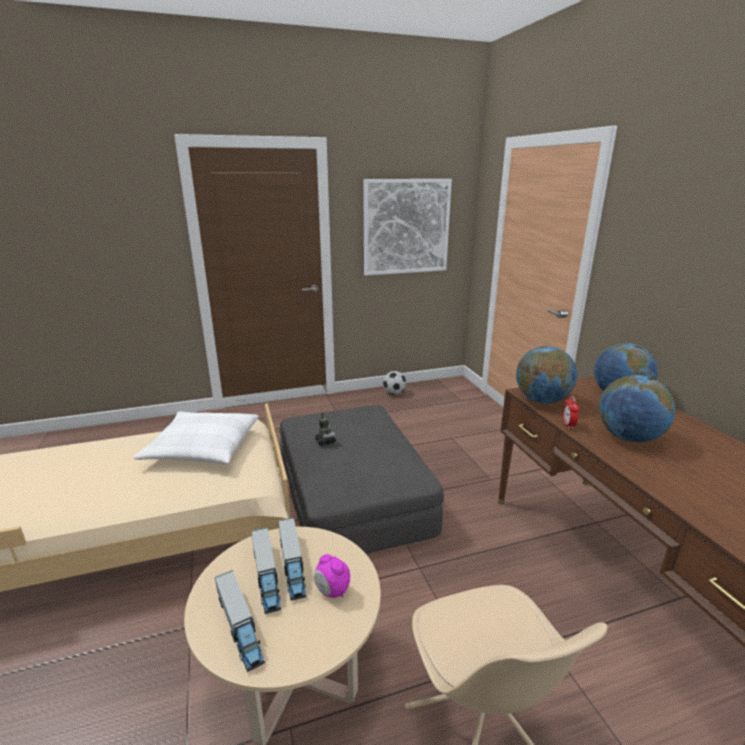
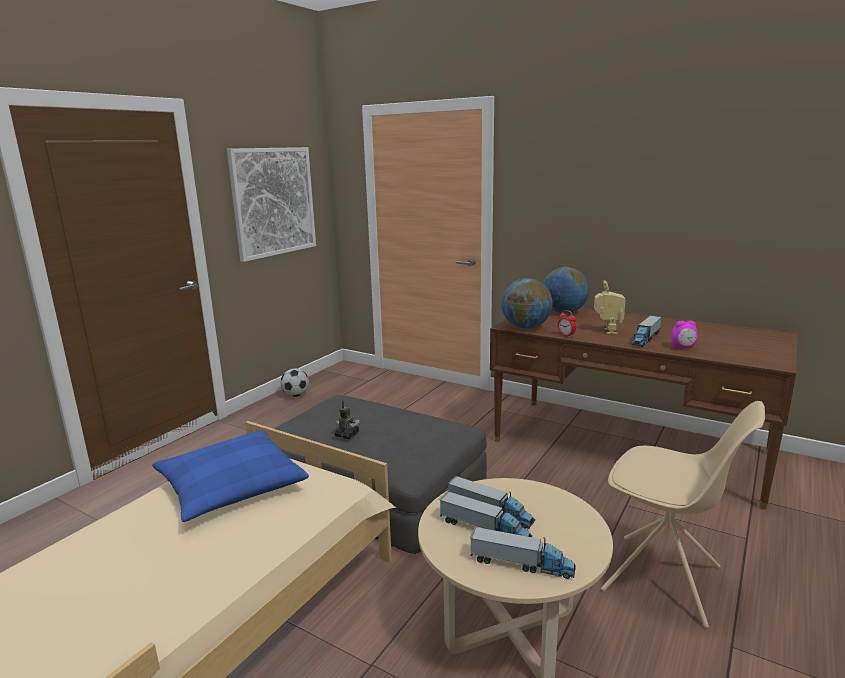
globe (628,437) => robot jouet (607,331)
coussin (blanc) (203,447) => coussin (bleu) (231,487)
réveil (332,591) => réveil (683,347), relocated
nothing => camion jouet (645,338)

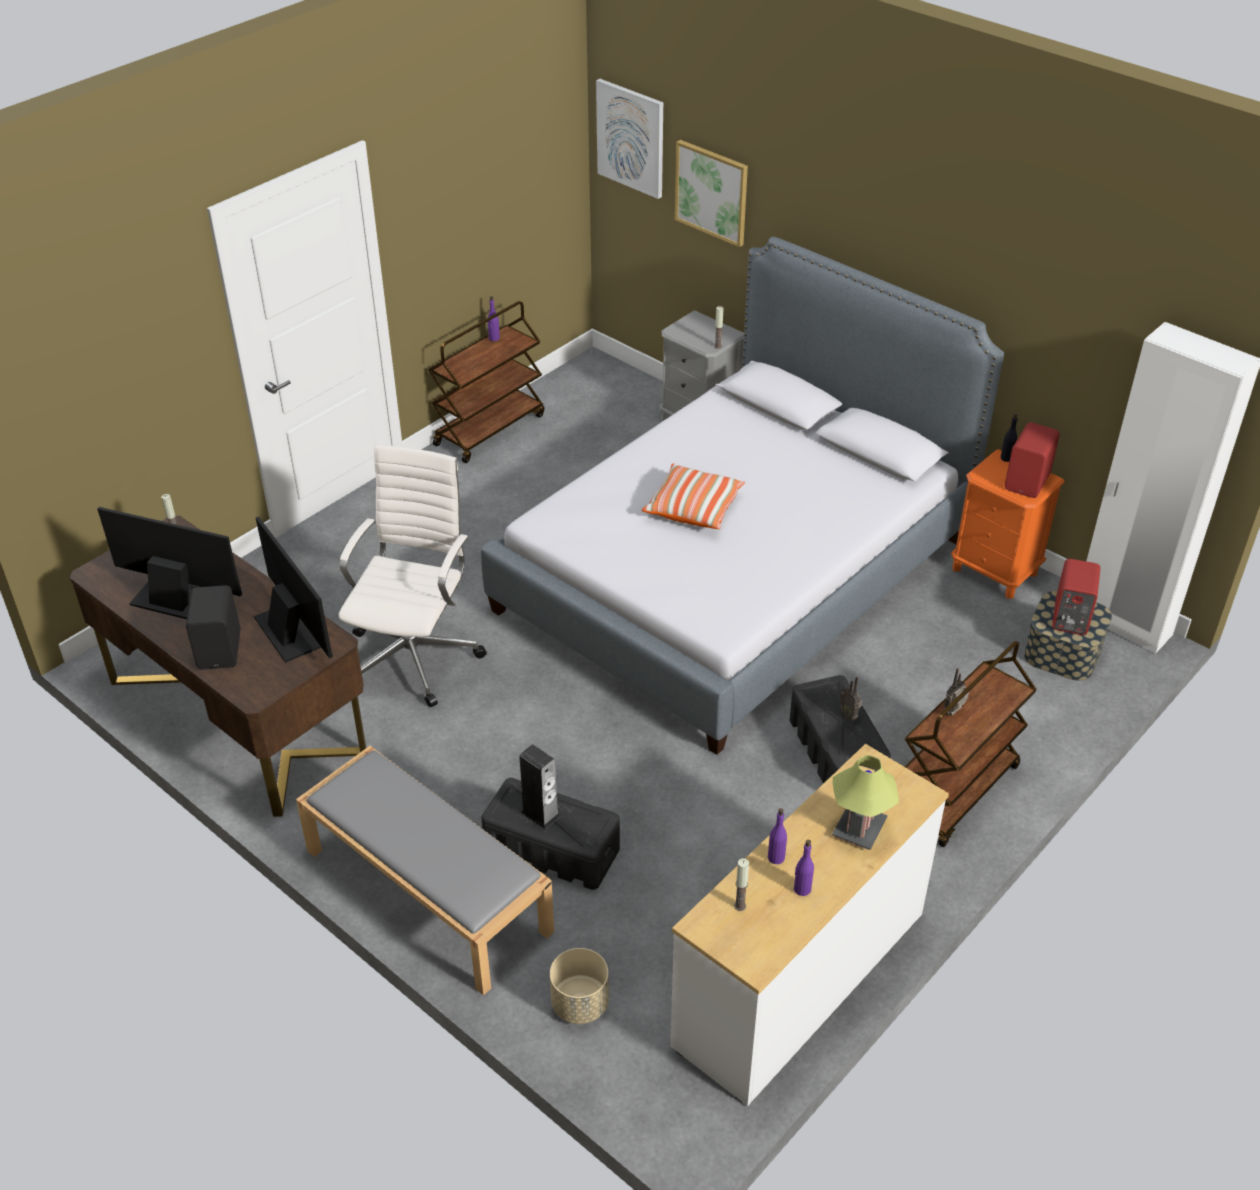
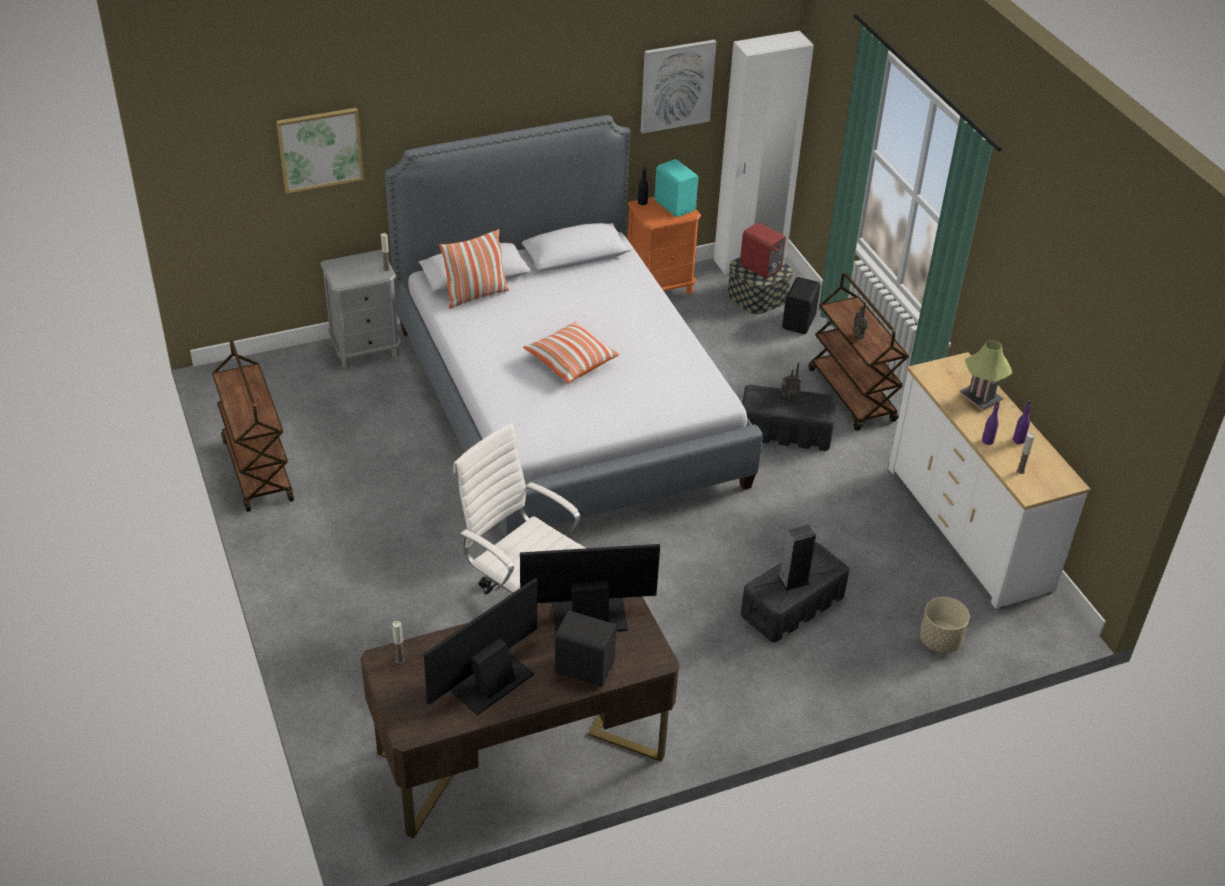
tableau (631,138) => tableau (676,85), relocated
bouteille (violet) (494,338) => nothing
enceinte (rouge) (1028,482) => enceinte (turquoise) (675,205)
banc (gris) (426,890) => nothing
nothing => coussin (476,295)
nothing => enceinte (noir) (800,322)

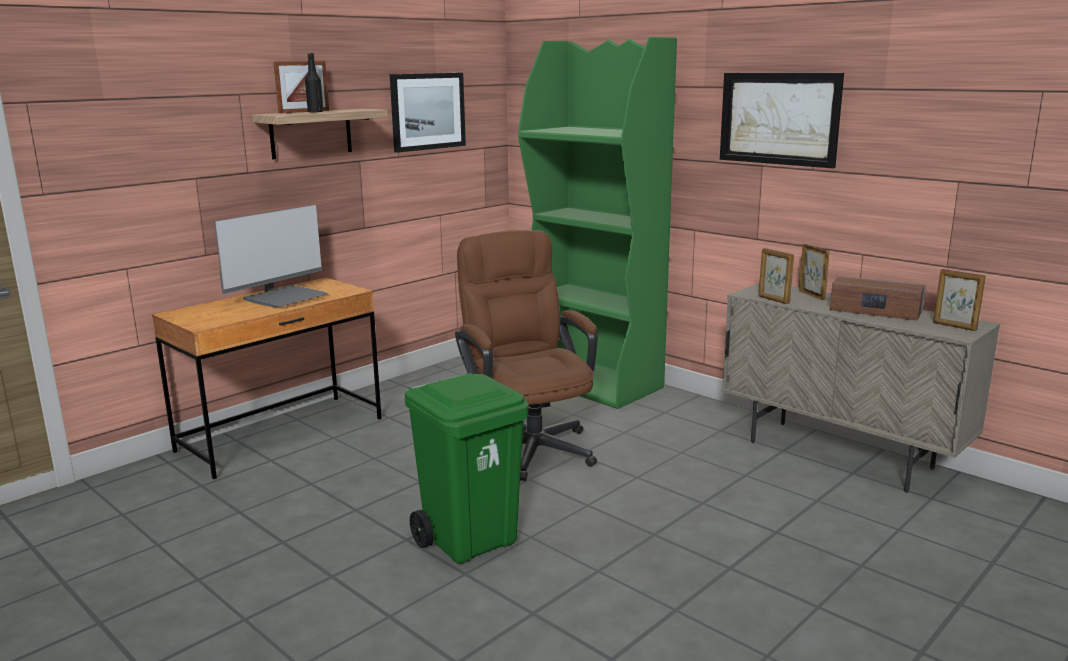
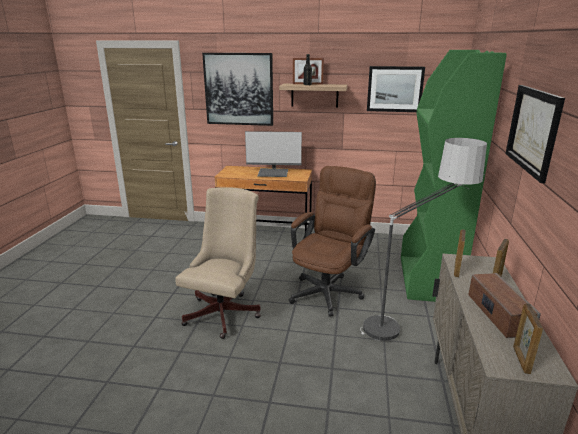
poubelle (vert) (471,540) => chaise de bureau (beige) (225,311)
nothing => tableau (239,89)
nothing => lampadaire (408,326)

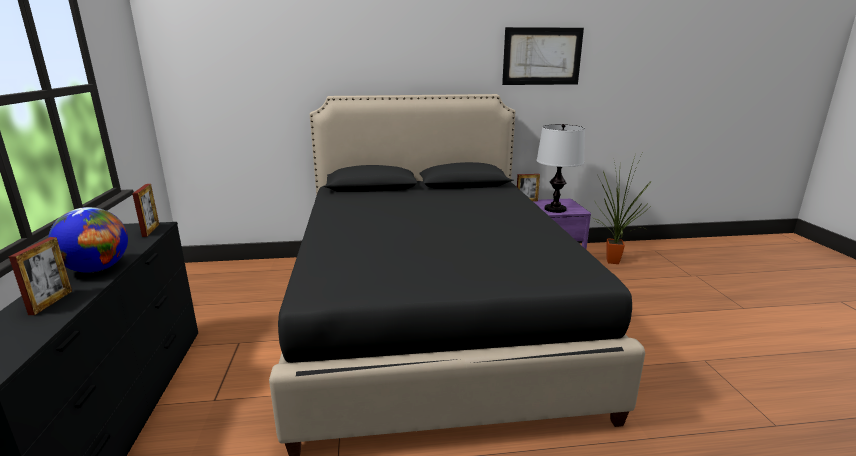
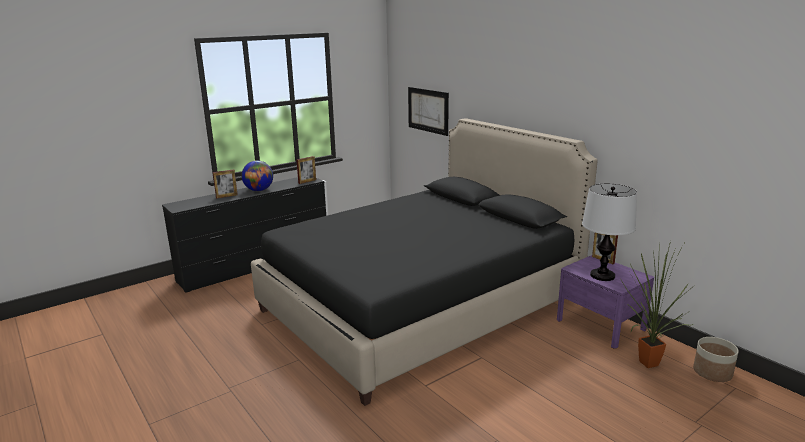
tableau (542,56) => tableau (428,110), relocated
nothing => cache-pot (712,372)

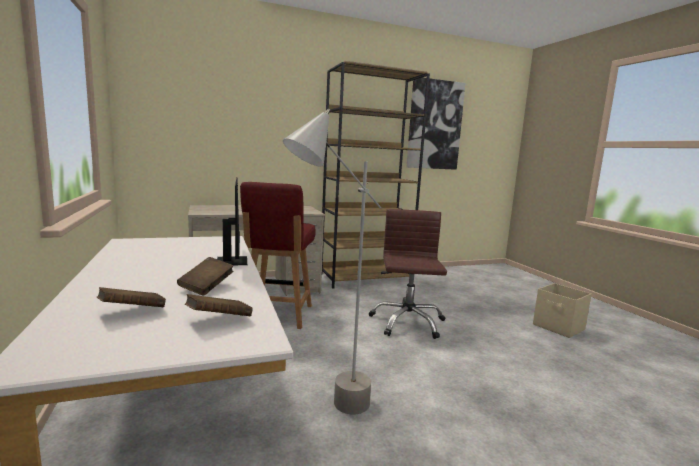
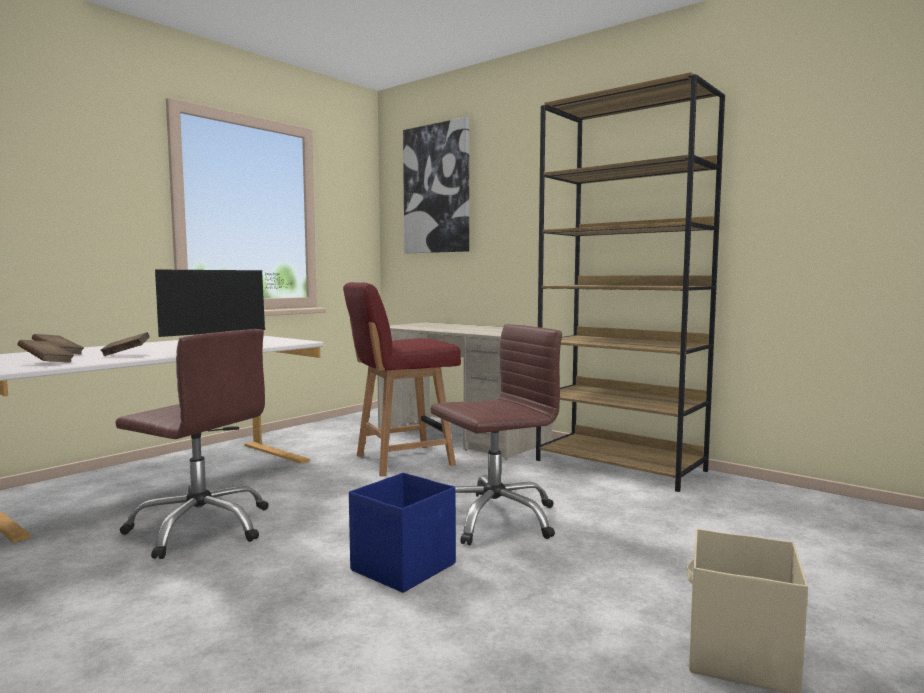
tableau (434,125) => tableau (437,189), relocated
lampadaire (gris) (327,414) => chaise de bureau (marron) (201,527)
nothing => boîte de rangement (bleu) (405,567)

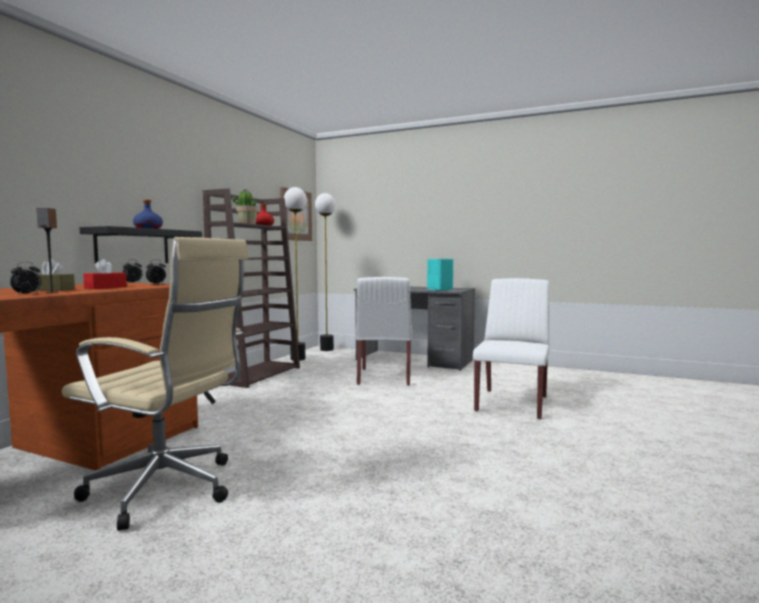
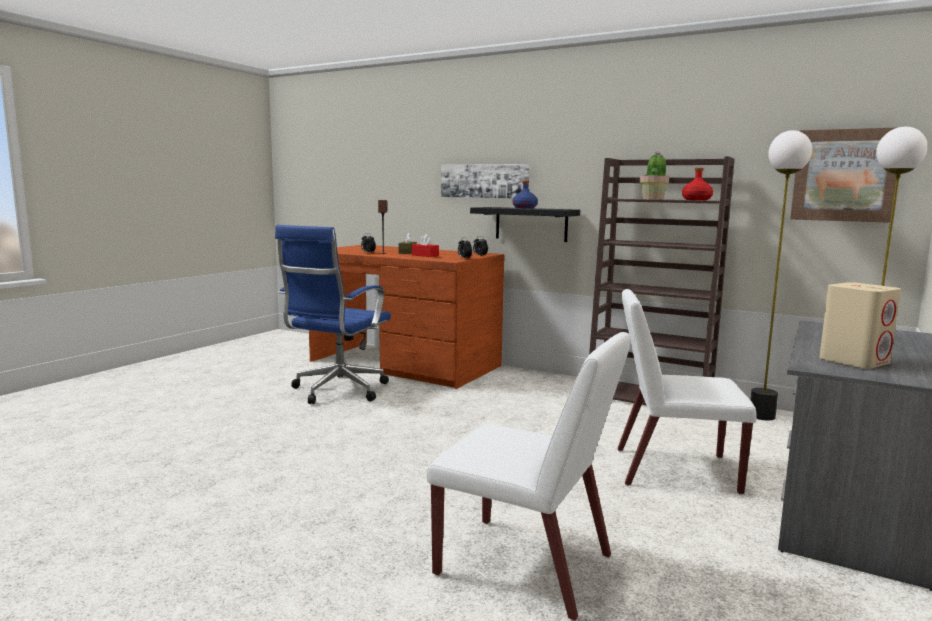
chaise de bureau (beige) (168,491) => chaise de bureau (bleu) (337,391)
enceinte (turquoise) (439,289) => enceinte (beige) (854,361)
nothing => tableau (485,181)

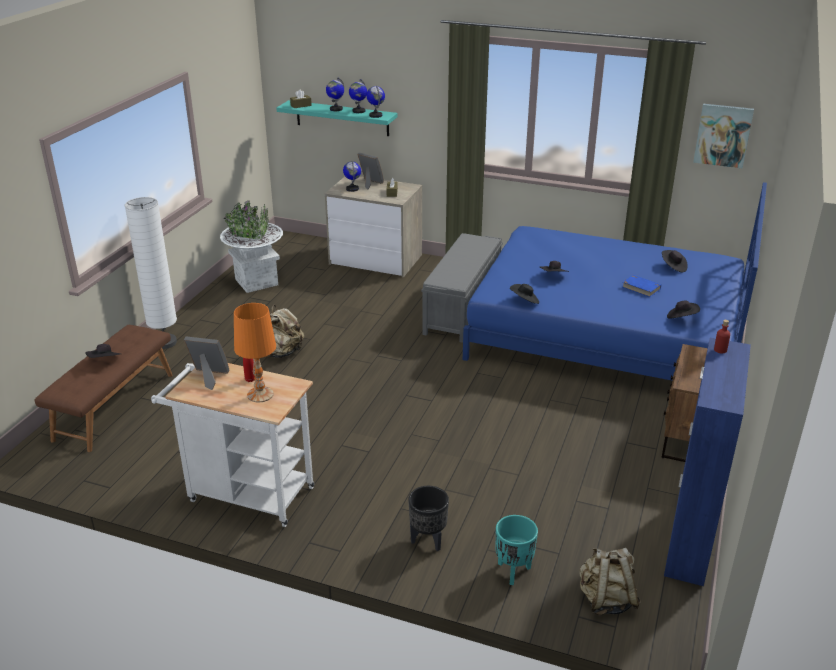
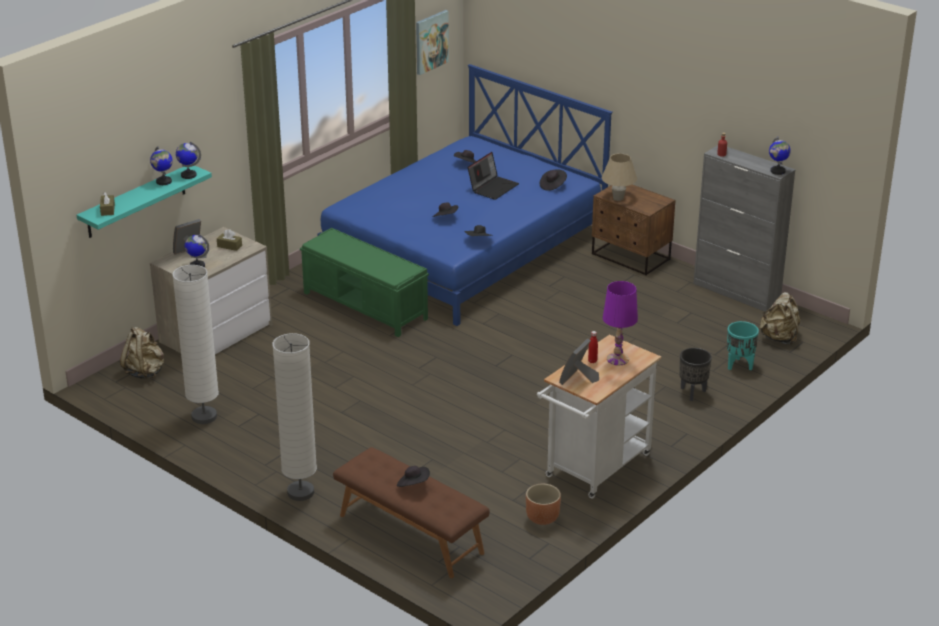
globe (336,109) => globe (777,171), relocated
cache-pot (blanc) (256,282) => lampadaire (blanc) (204,417)
banc (gris) (462,309) => banc (vert) (366,306)
livre (bleu) (641,288) => ordinateur portable (493,187)
lampe de table (orange) (260,394) => lampe de table (violet) (617,359)
sac à dos (beige) (282,353) => sac à dos (beige) (145,372), relocated
meuble de rangement (bleu) (689,540) => meuble de rangement (gris) (737,292)
nothing => lampe de table (beige) (618,198)
nothing => cache-pot (marron) (542,518)

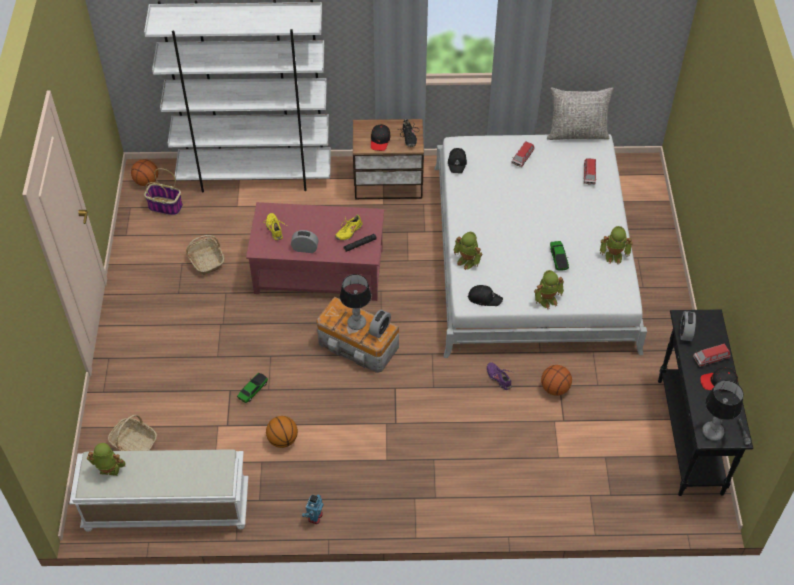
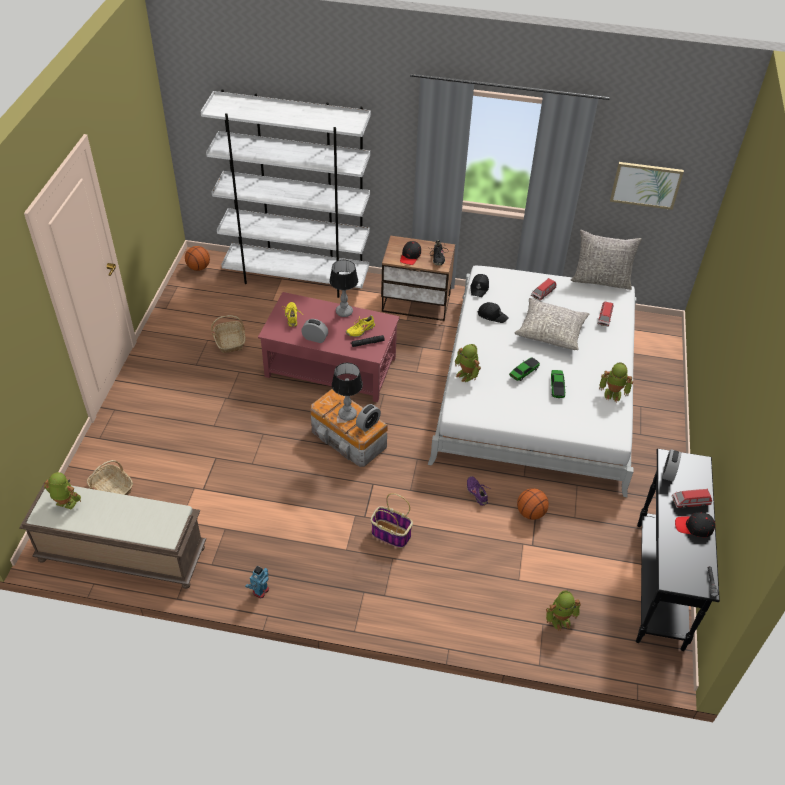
panier (164,206) => panier (390,534), relocated
robot jouet (547,299) => robot jouet (560,619), relocated
casquette (noir) (484,298) => casquette (noir) (492,315), relocated
petite voiture (253,390) => petite voiture (523,372), relocated
lampe de table (713,432) => lampe de table (344,312), relocated
ballon de basket (282,440) => nothing
banc (blanc) (166,508) => banc (marron) (121,555)
nothing => tableau (646,185)
nothing => coussin (gris) (551,331)

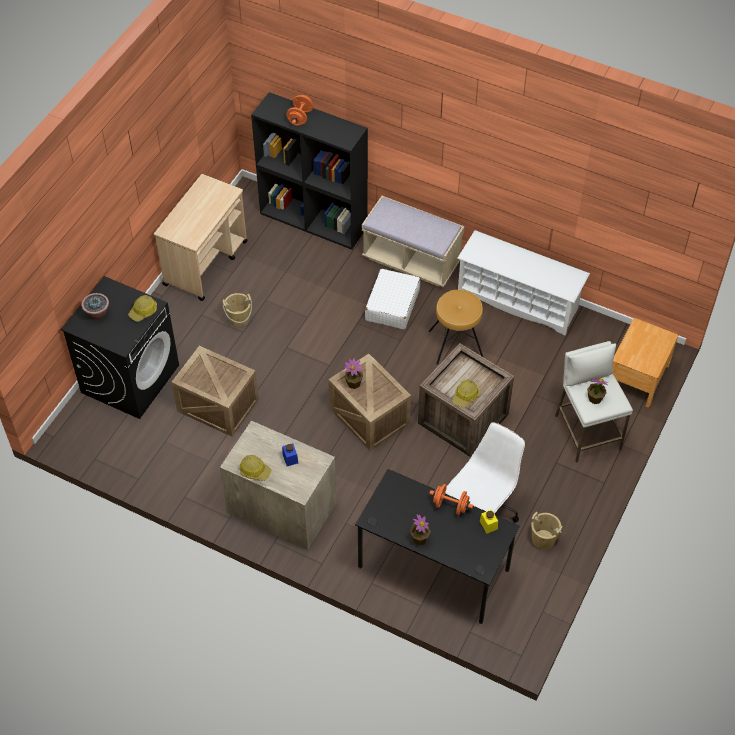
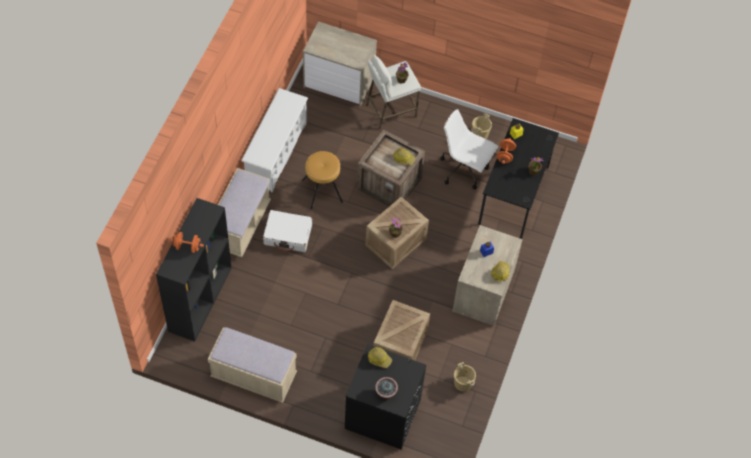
chariot (beige) (206,262) => banc (beige) (254,376)
seau (beige) (239,319) => seau (beige) (463,383), relocated
table de chevet (marron) (637,377) => commode (339,81)

